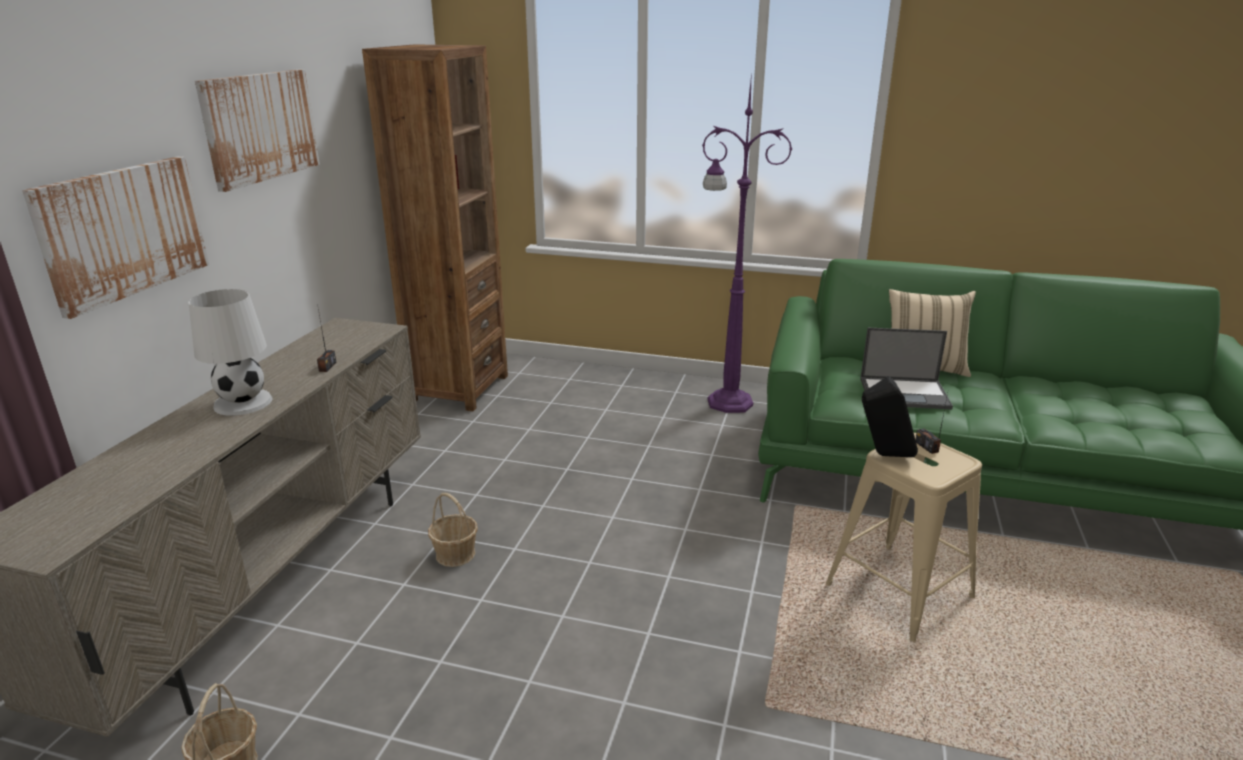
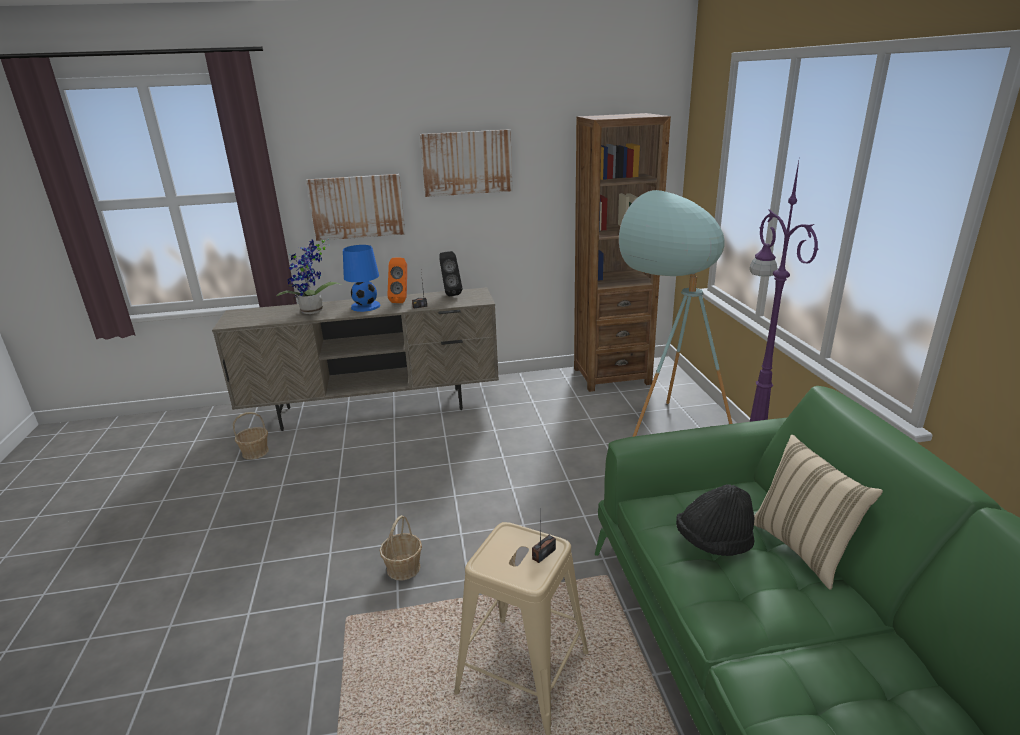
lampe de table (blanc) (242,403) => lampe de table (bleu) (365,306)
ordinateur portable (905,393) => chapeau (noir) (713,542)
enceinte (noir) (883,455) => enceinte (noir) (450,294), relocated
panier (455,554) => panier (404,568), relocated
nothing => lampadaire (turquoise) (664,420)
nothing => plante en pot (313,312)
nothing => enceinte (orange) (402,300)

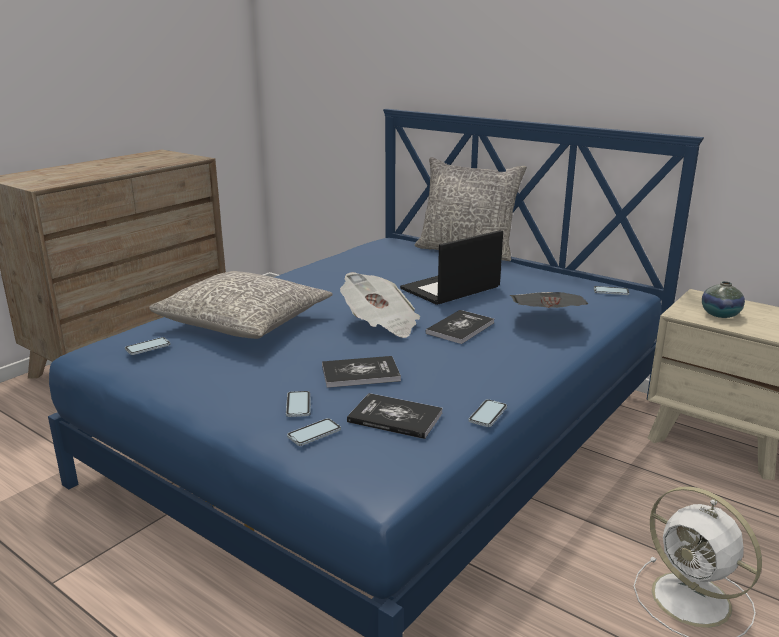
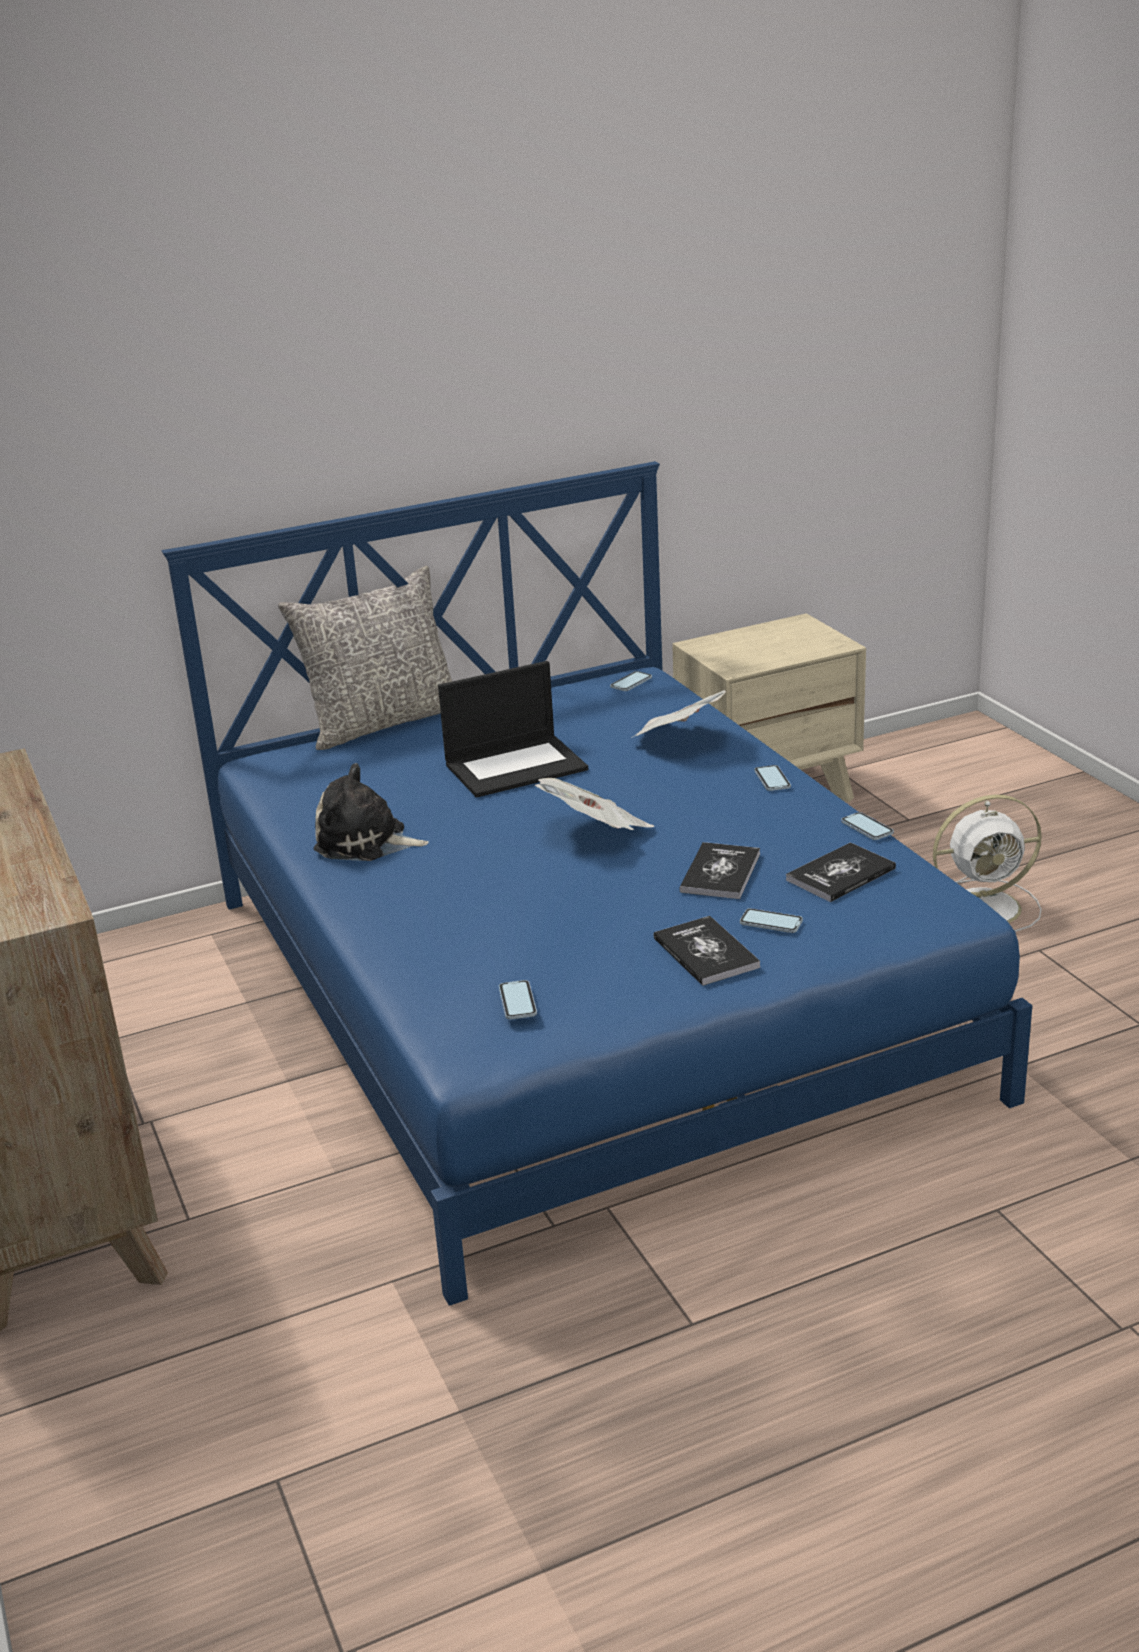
ordinateur portable (450,288) => ordinateur portable (516,766), 105 degrees counterclockwise
coussin (gris) (245,322) => nothing
vase (720,314) => nothing
livre (460,328) => livre (706,953), relocated
téléphone (314,433) => téléphone (772,780), relocated
nothing => peluche (365,842)

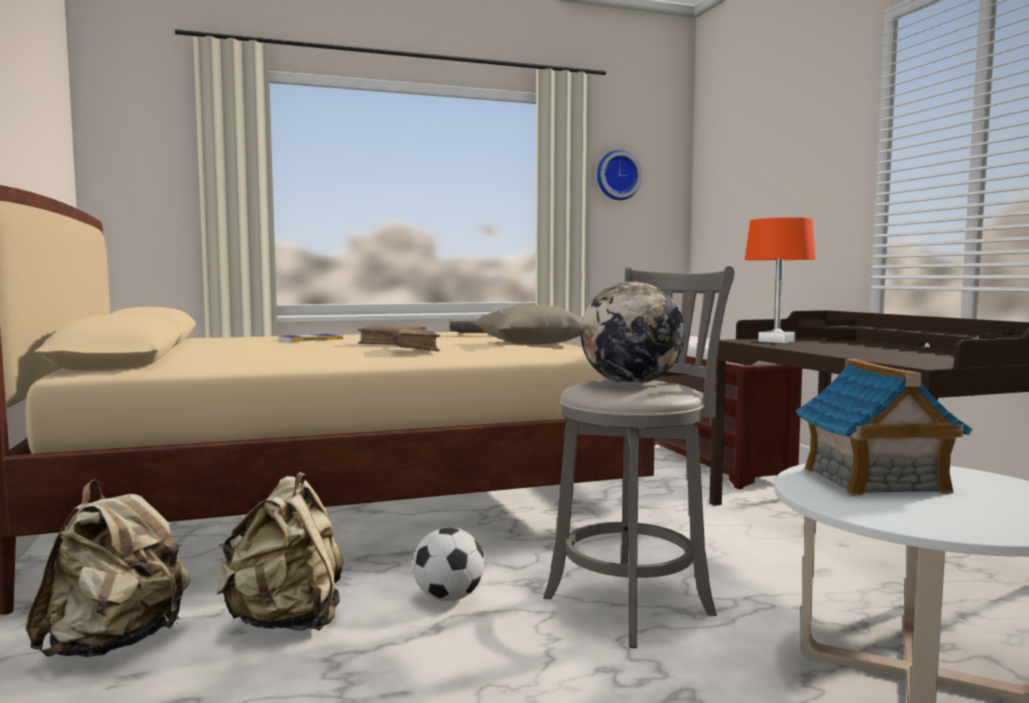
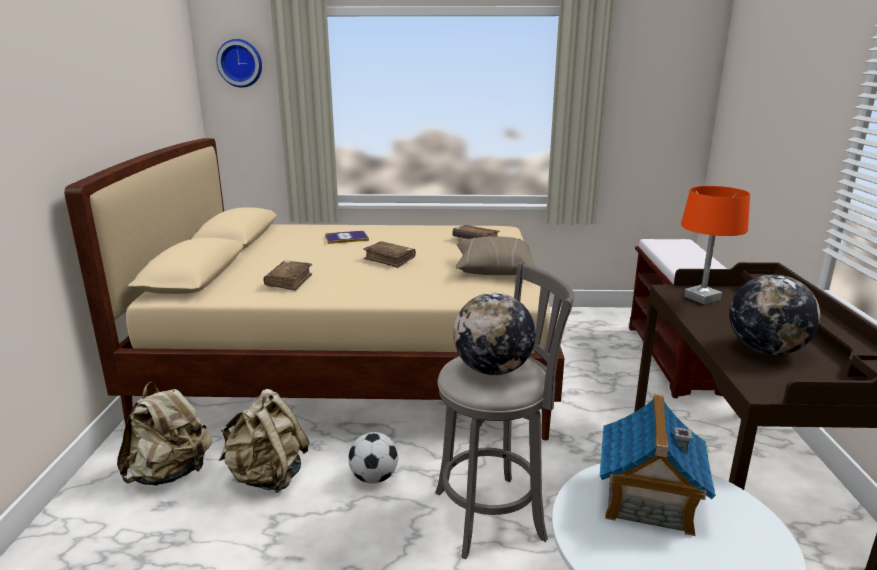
horloge murale (617,175) => horloge murale (240,63), relocated
livre (marron) (415,349) => livre (marron) (289,281), relocated
nothing => globe (765,350)

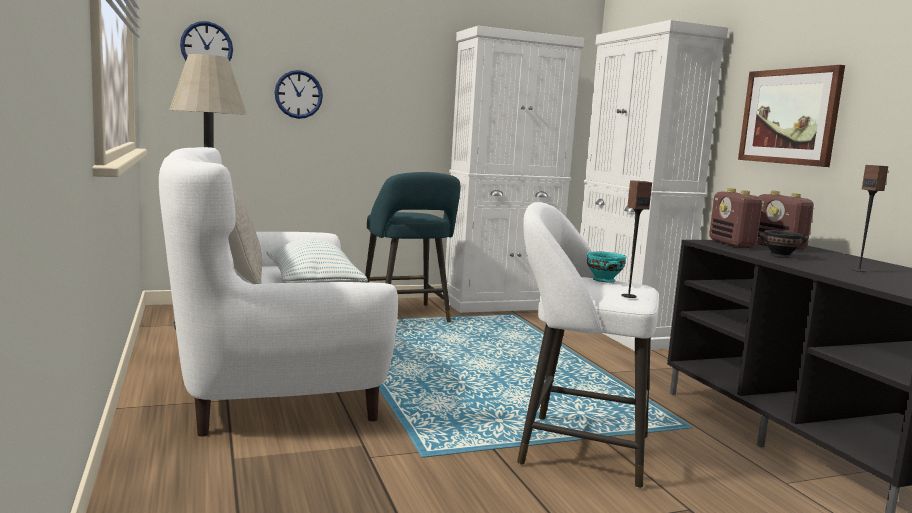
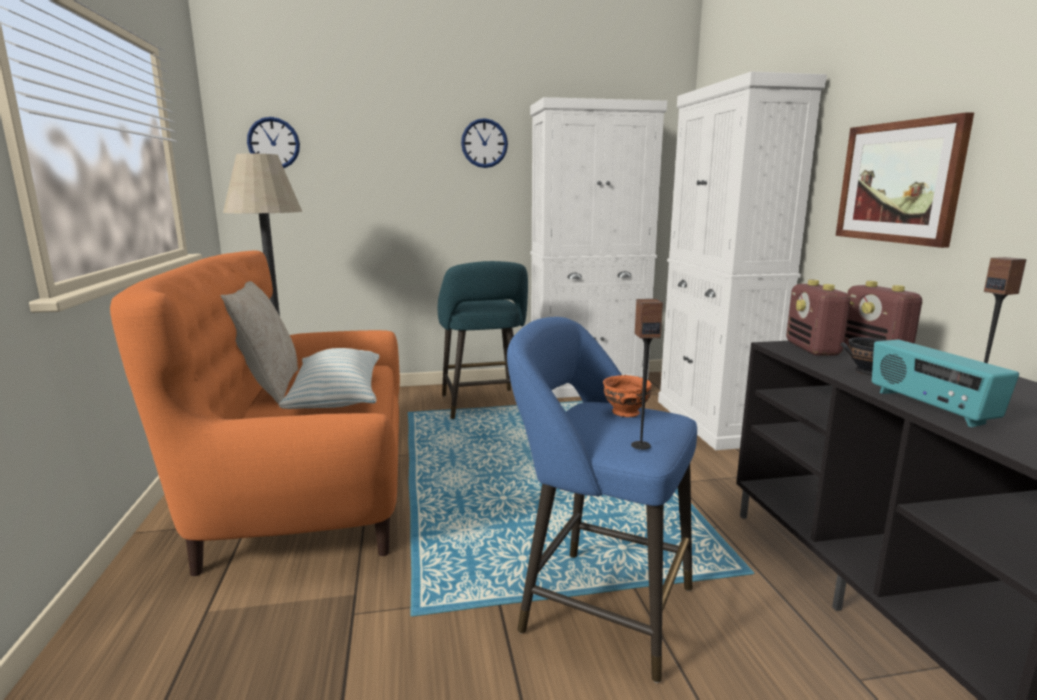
horloge murale (298,94) => horloge murale (484,143), relocated
canapé (blanc) (269,378) => canapé (orange) (305,491)
tabouret (blanc) (575,448) => tabouret (bleu) (598,606)
bol (turquoise) (604,280) => bol (orange) (626,412)
nothing => radio (929,408)

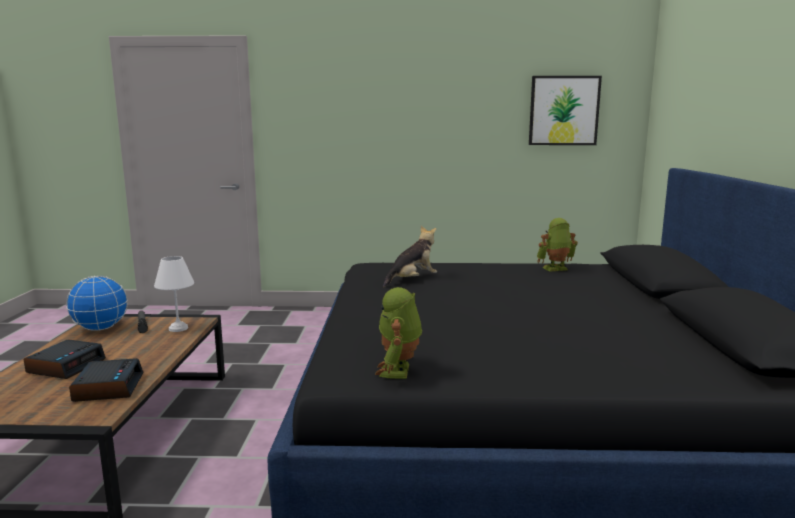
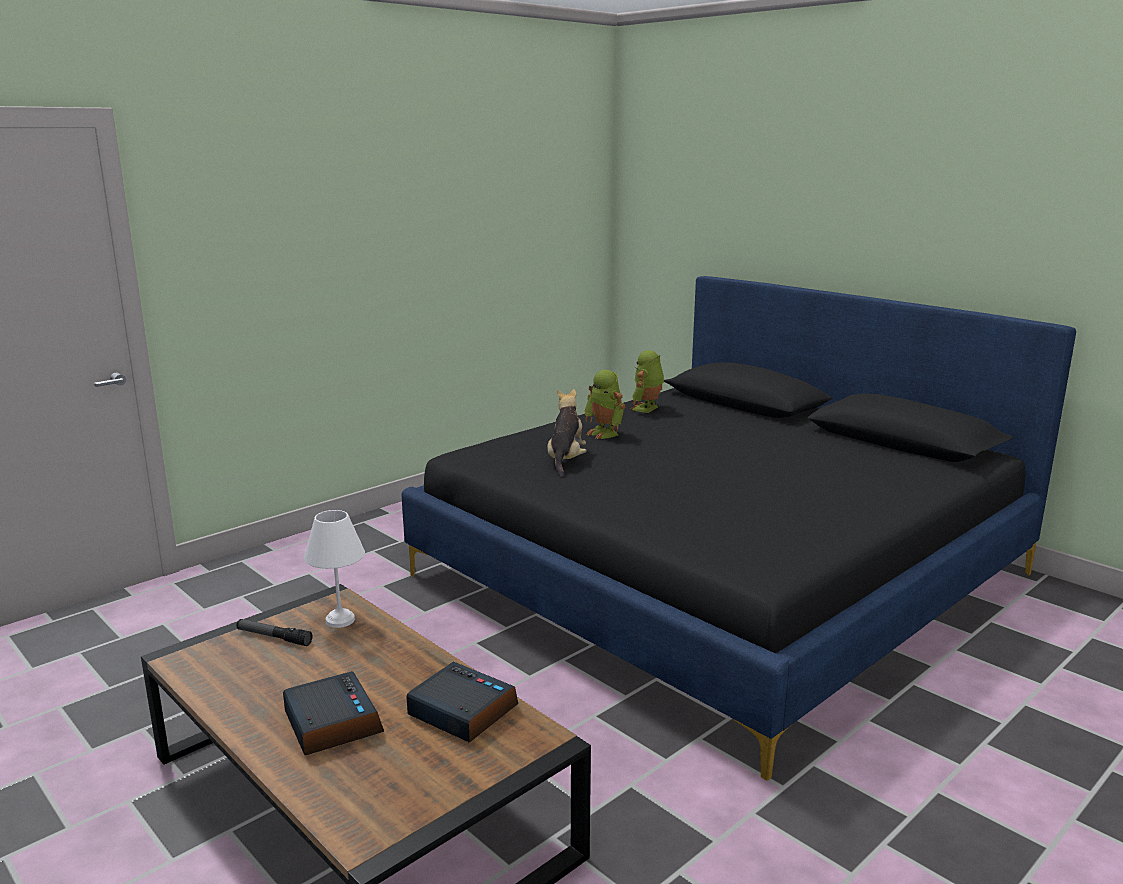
tableau (564,110) => nothing
globe (100,329) => nothing
robot jouet (399,371) => robot jouet (605,433), relocated

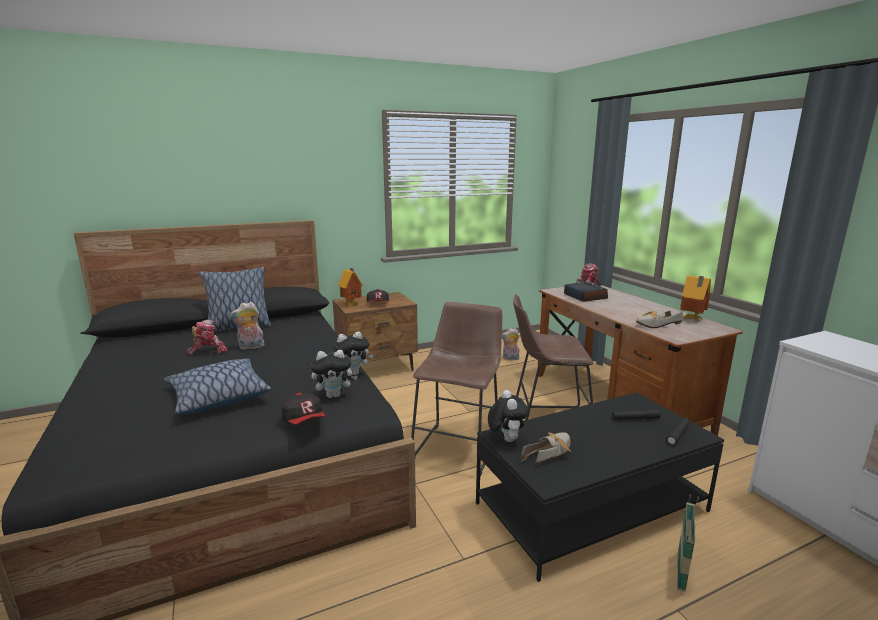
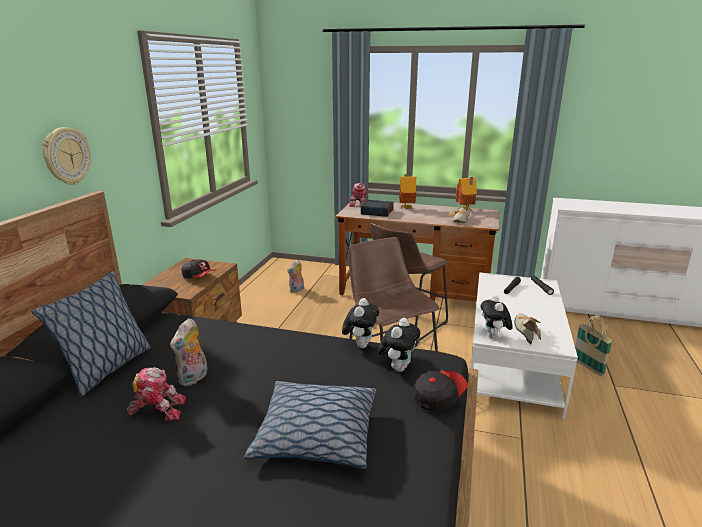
maison miniature (352,304) => maison miniature (406,208), relocated
robot jouet (208,350) => robot jouet (158,409), 75 degrees clockwise
peluche (506,439) => peluche (494,337), 120 degrees counterclockwise
table basse (noir) (591,508) => table basse (blanc) (512,362)
casquette (304,420) => casquette (438,397), 45 degrees counterclockwise
nothing => horloge murale (66,156)

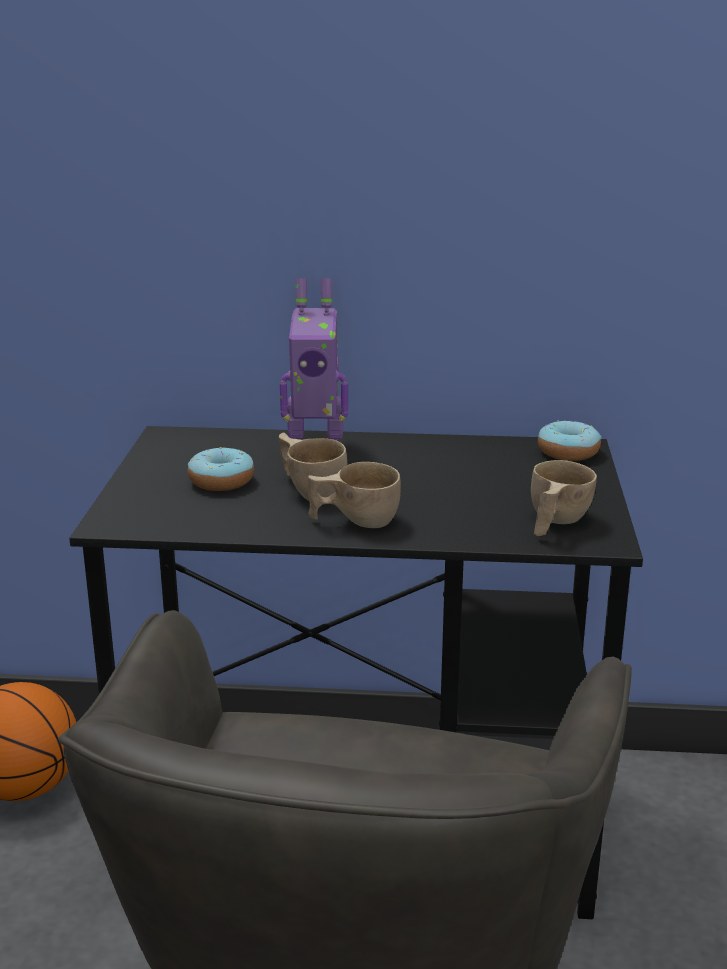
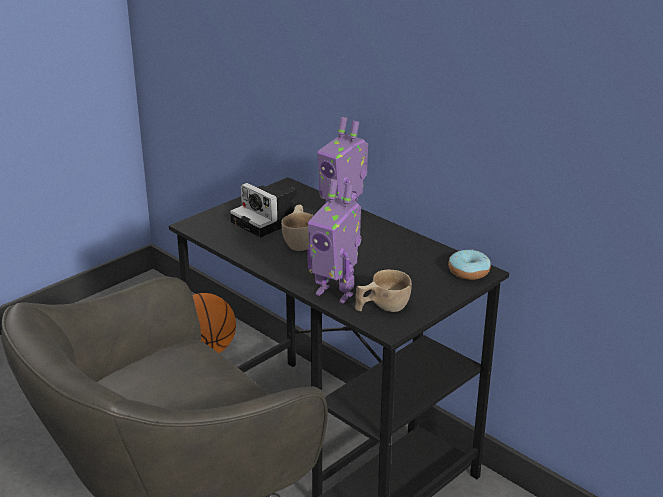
beignet (221,481) => appareil photo (269,221)
tasse (beige) (354,520) => nothing
nothing => robot jouet (335,293)

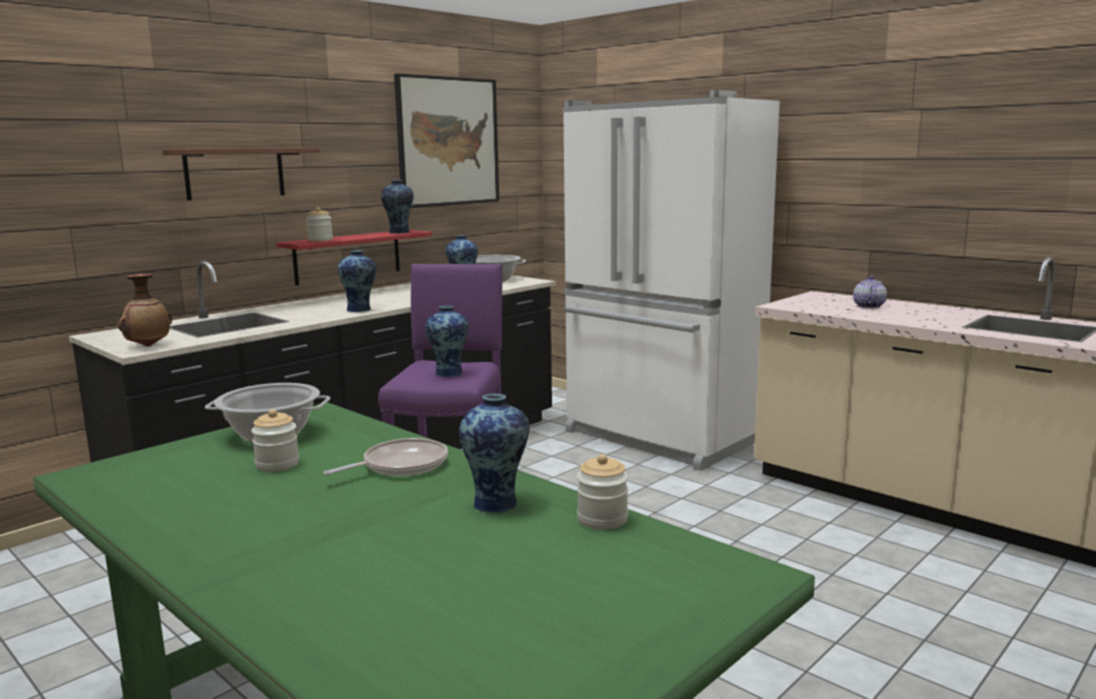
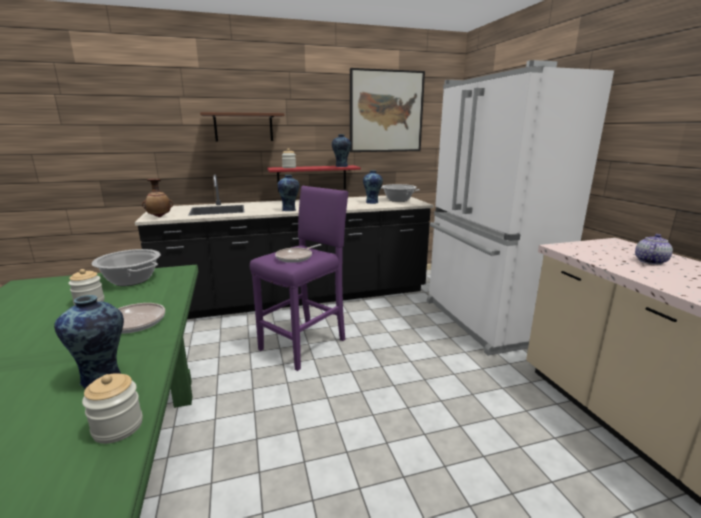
vase (449,373) => poêle (296,257)

